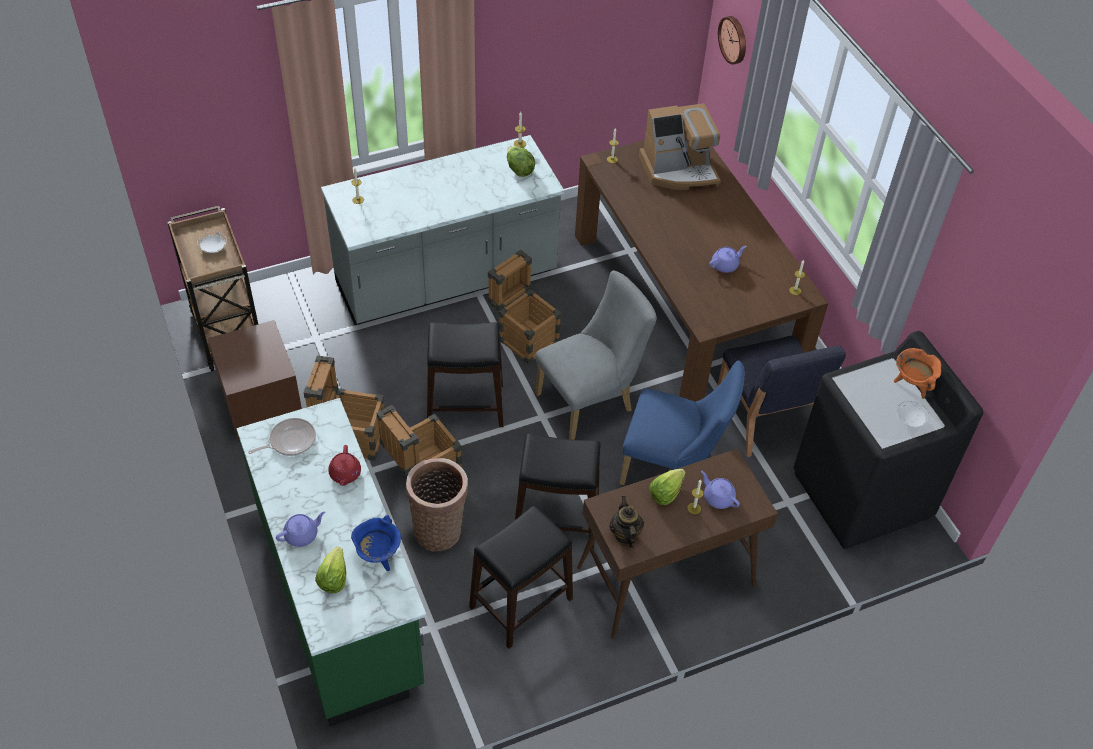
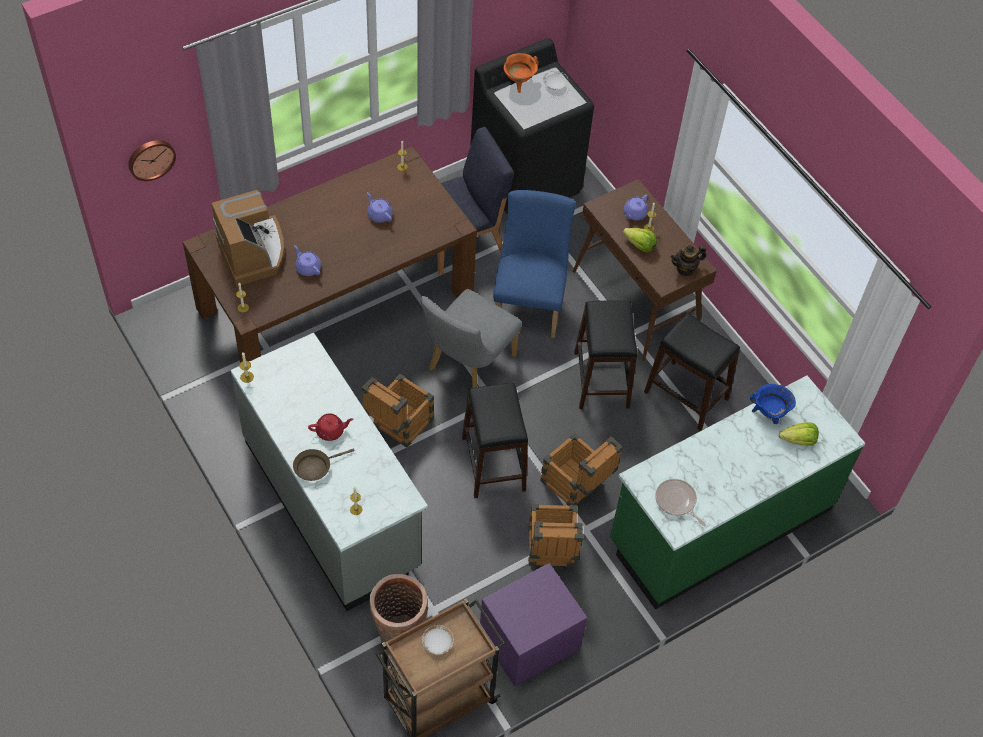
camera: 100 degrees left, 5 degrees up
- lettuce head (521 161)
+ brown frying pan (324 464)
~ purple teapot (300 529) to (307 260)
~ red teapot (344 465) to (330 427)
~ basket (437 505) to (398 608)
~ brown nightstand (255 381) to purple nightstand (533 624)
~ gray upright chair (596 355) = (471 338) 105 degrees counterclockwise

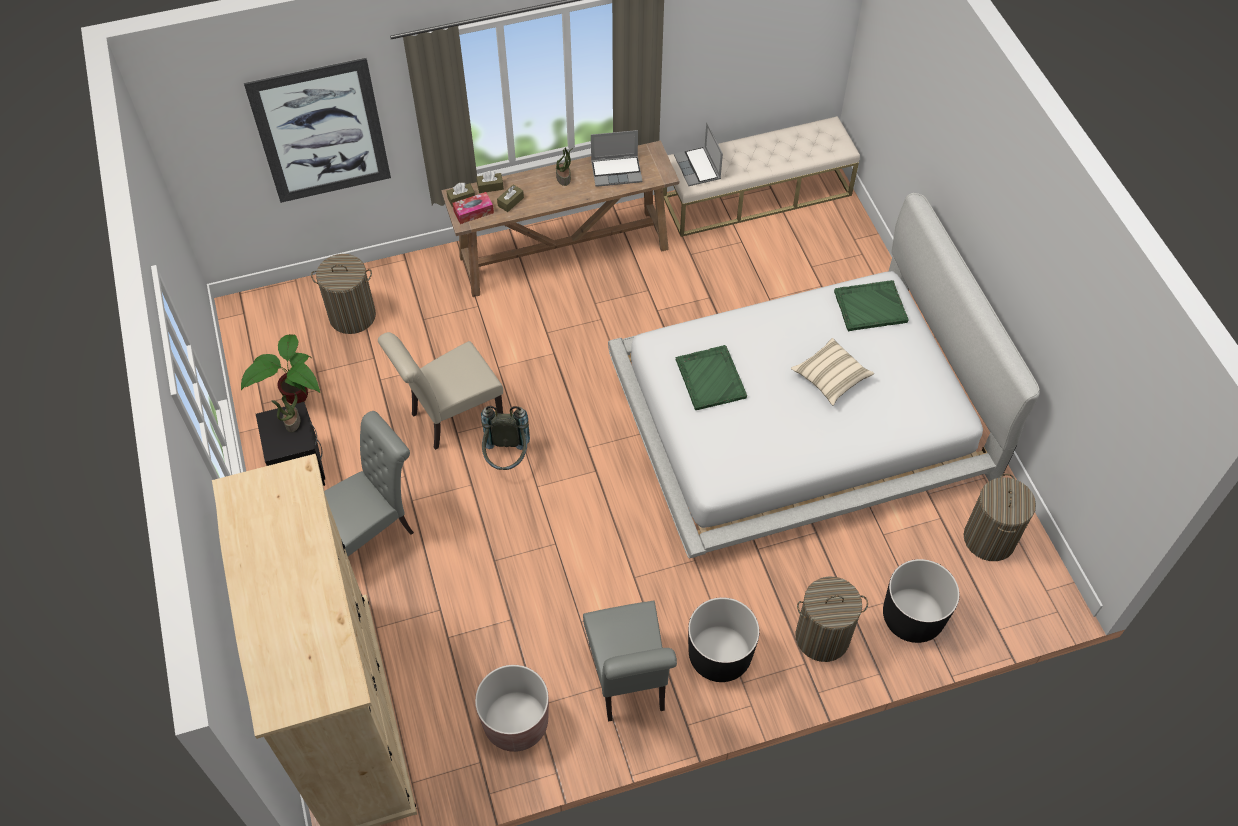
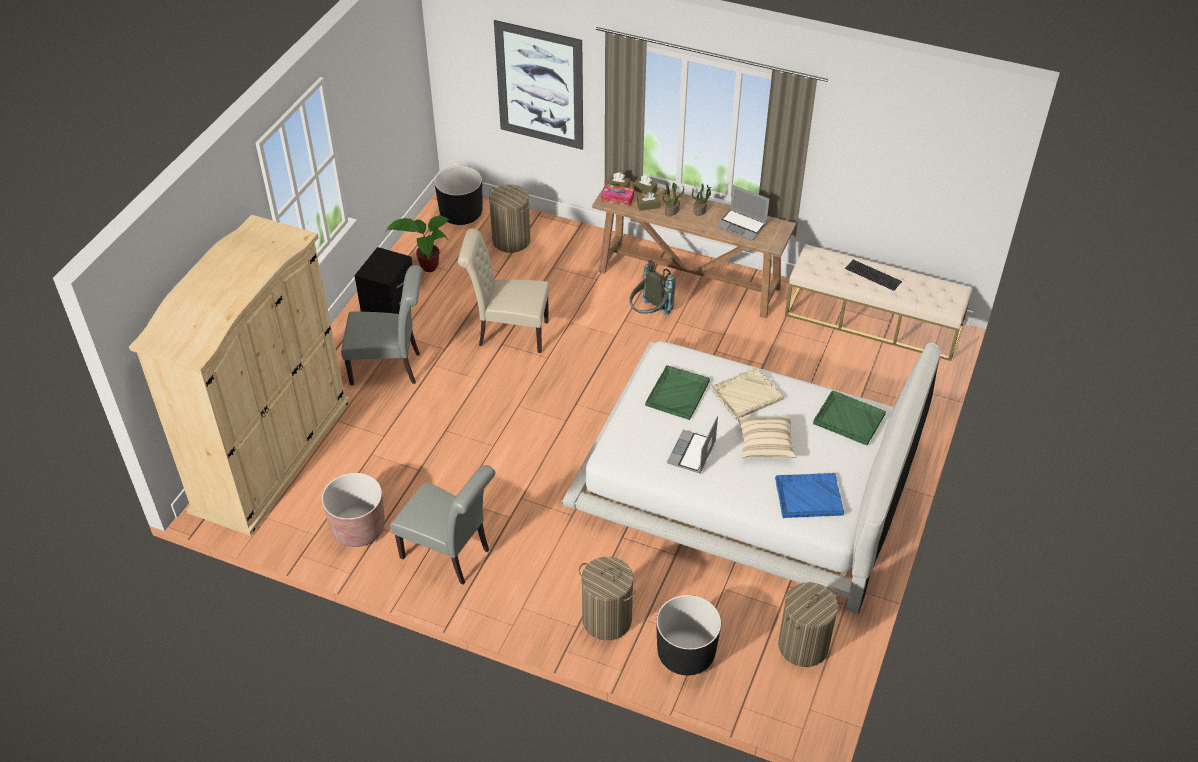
camera: 40 degrees right, 10 degrees down
+ beige-coloured carrying tray (747 393)
+ blue-coloured carrying tray (809 495)
+ PC keyboard (873 275)
~ potted plant (286 412) to (673 199)
~ gray rucksack (505 438) to (652 287)
~ portable computer (698 154) to (692 445)
~ black plant pot (723 639) to (458 195)
~ gray upright chair (630 661) = (442 525) 90 degrees counterclockwise

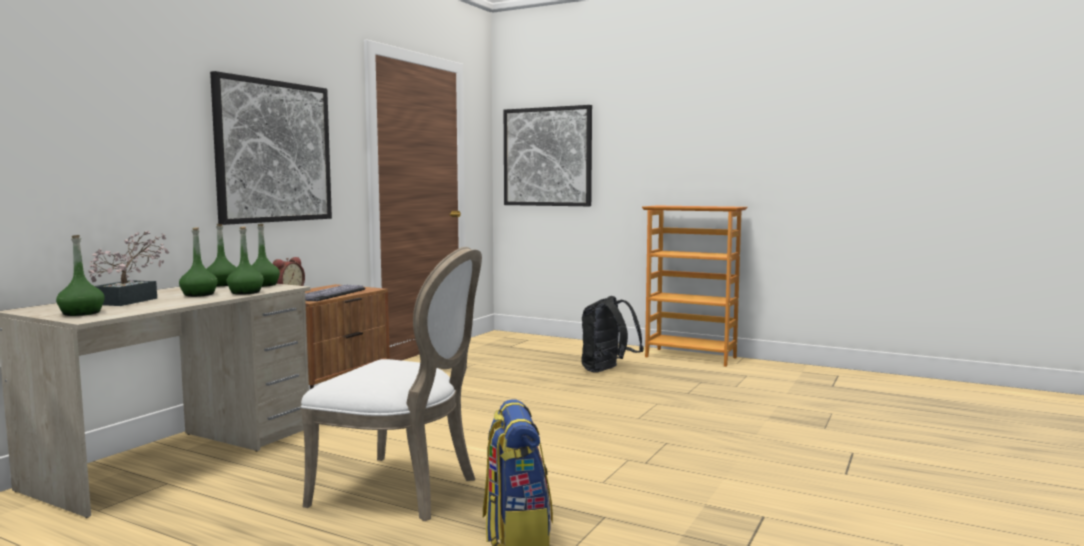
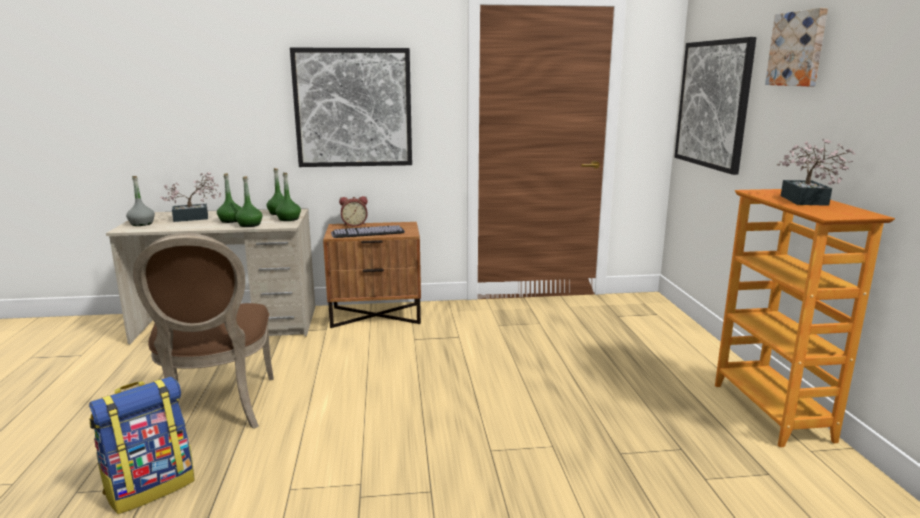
camera: 55 degrees right, 10 degrees up
- black rucksack (612 334)
+ wall picture (796 47)
+ potted plant (816 172)
~ green-coloured drink bottle (80 275) to gray drink bottle (140 201)
~ whitish upright chair (391 384) to brown upright chair (203 331)

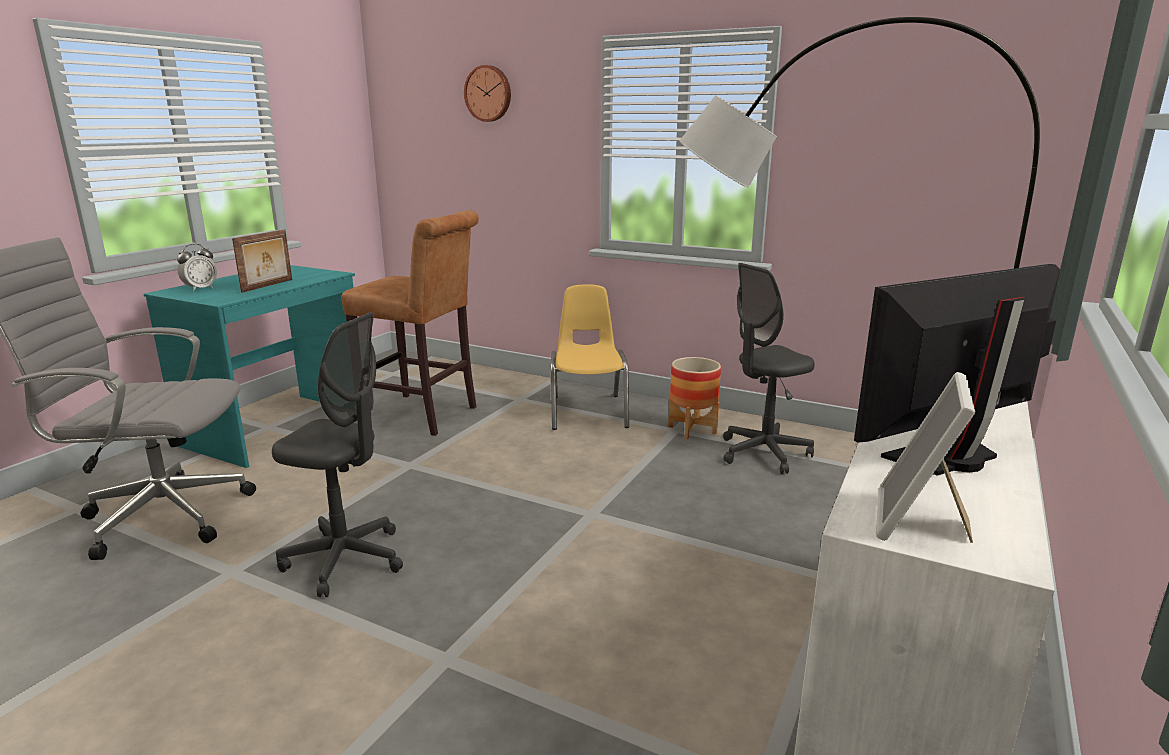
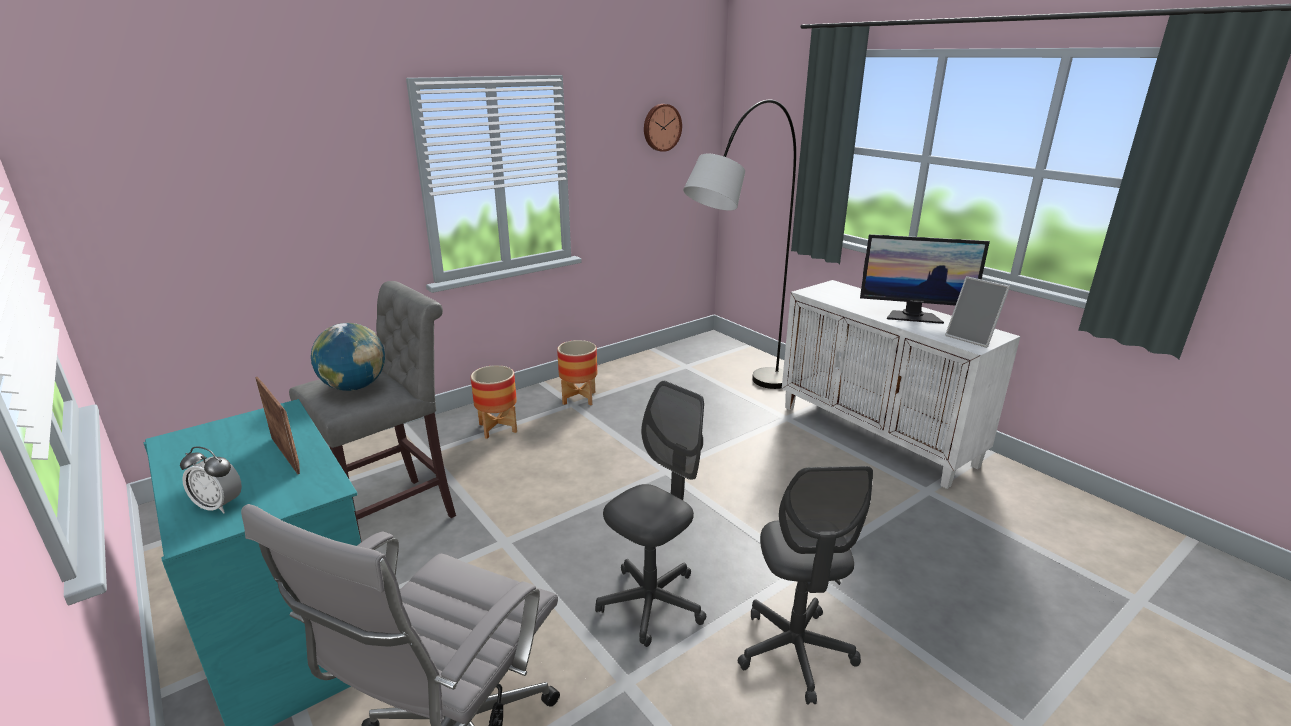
camera: 65 degrees left, 5 degrees up
+ globe (348 357)
~ clock on the wall (487 93) to (663 128)
~ gray desk chair (769 368) to (805 585)
~ yellow-coloured upright chair (590 357) to plant pot (494 402)
~ brown stool seat (410 323) to gray stool seat (372 411)
~ table clock (197 267) = (211 480) 135 degrees clockwise
~ computer screen (957 370) = (925 279) 75 degrees counterclockwise

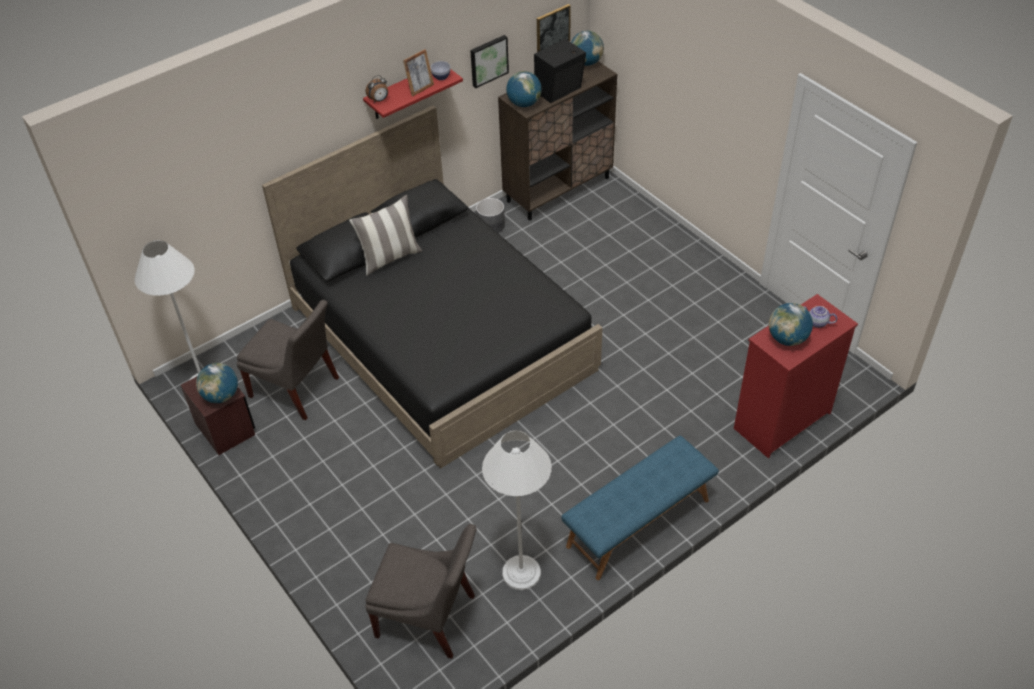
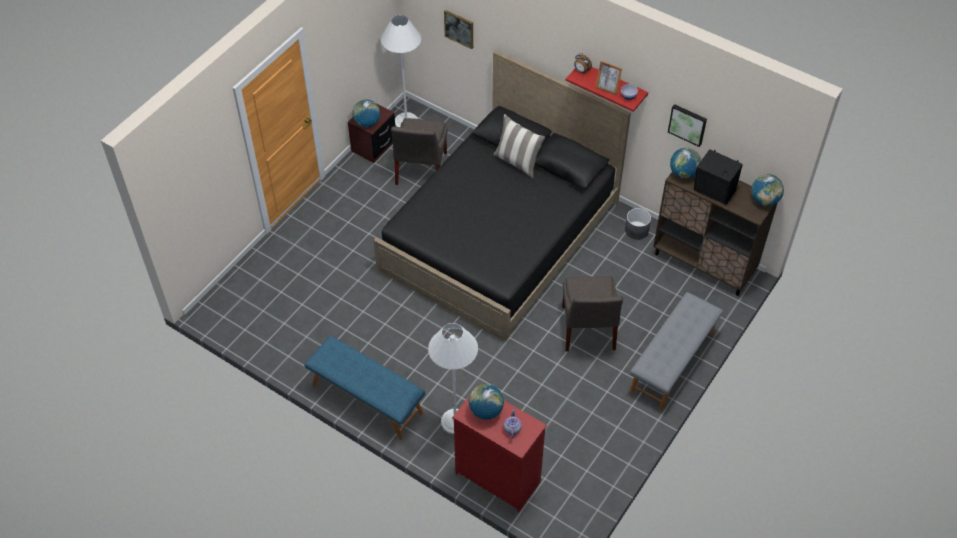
camera: 70 degrees right, 5 degrees up
+ gray indoor bench (676 351)
~ gray upright chair (421 591) to (592 314)
~ whitish standing lamp (517 510) to (453 378)
~ wall picture (554 28) to (458 29)

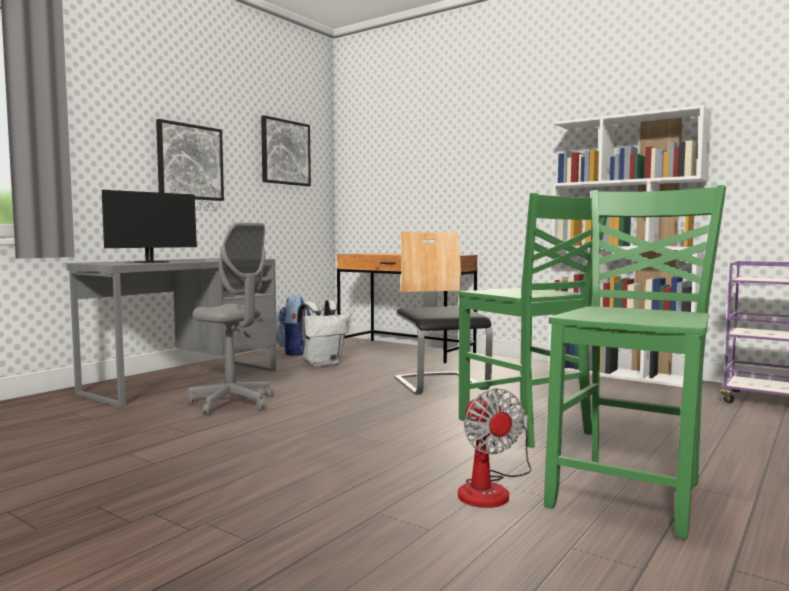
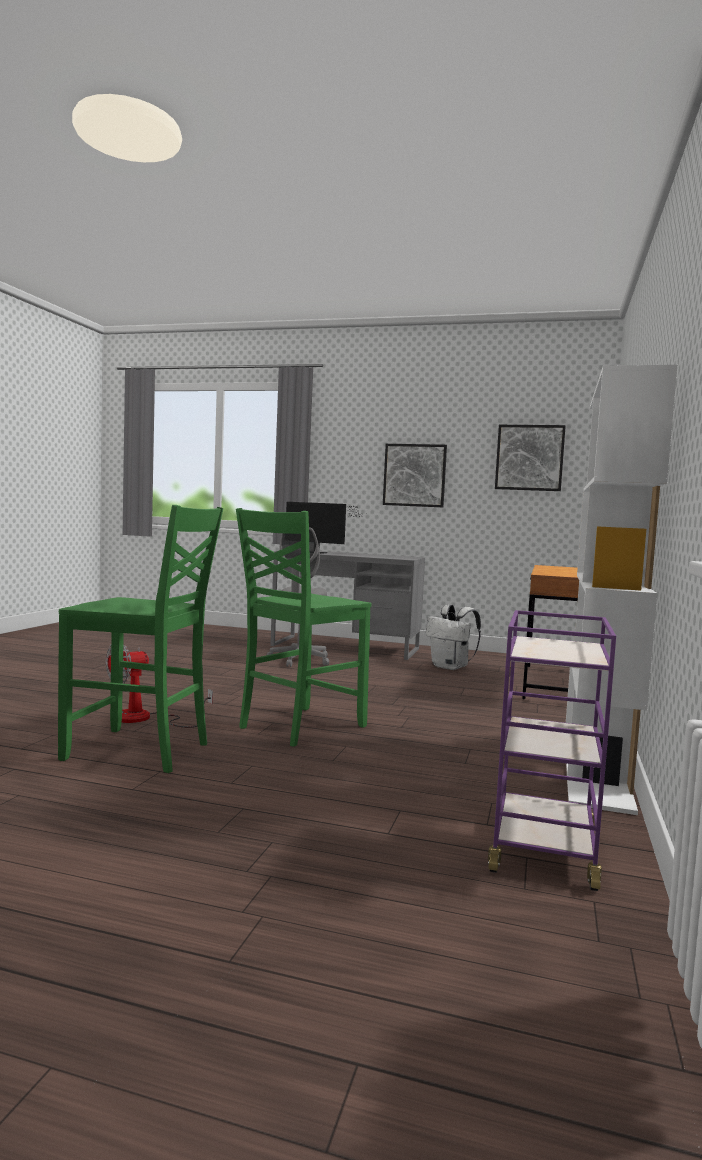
camera: 70 degrees right, 0 degrees up
- rucksack (293 325)
- upright chair (443 313)

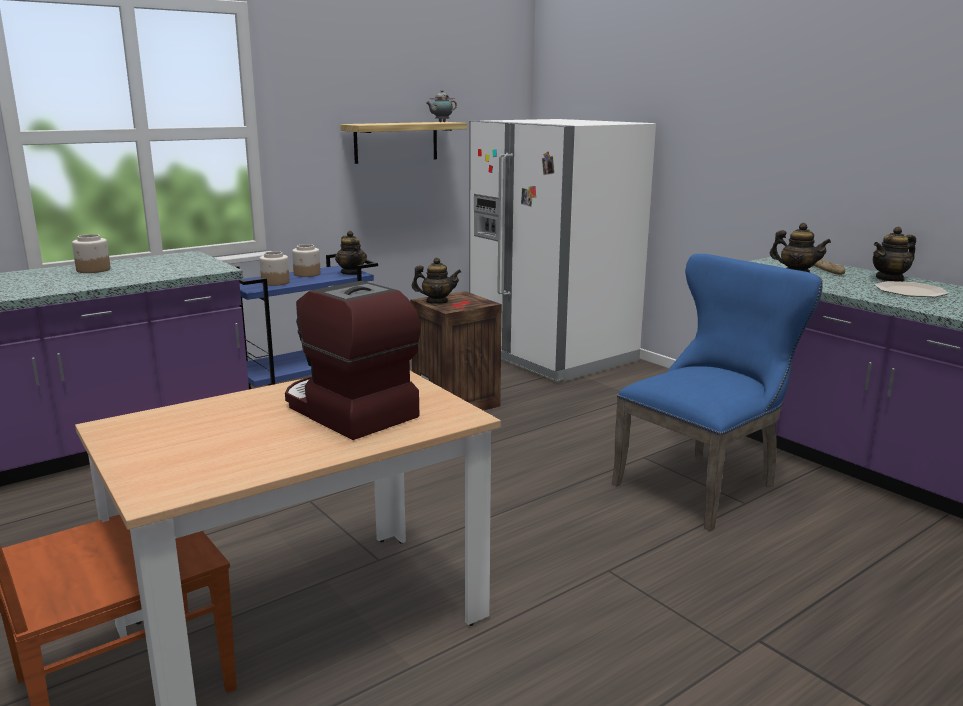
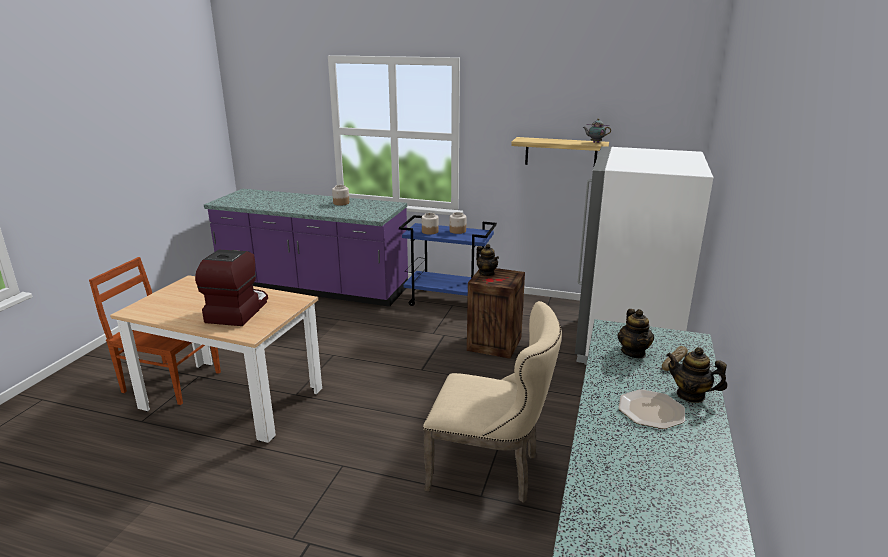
camera: 55 degrees right, 5 degrees up
- teapot (351 253)
~ blue-coloured upright chair (717 392) to beige-coloured upright chair (492 402)

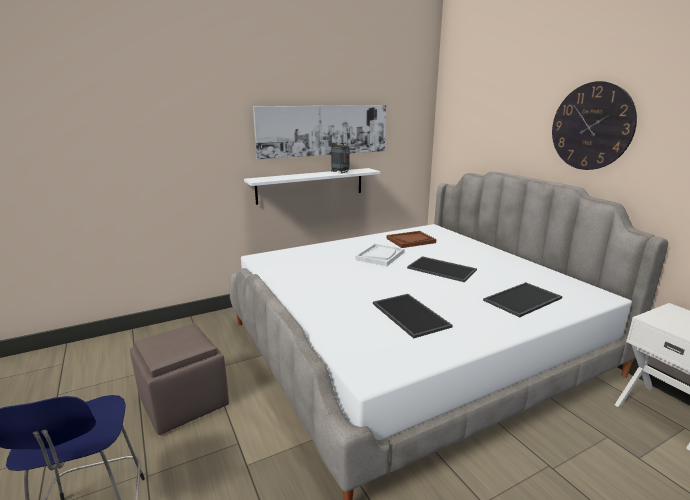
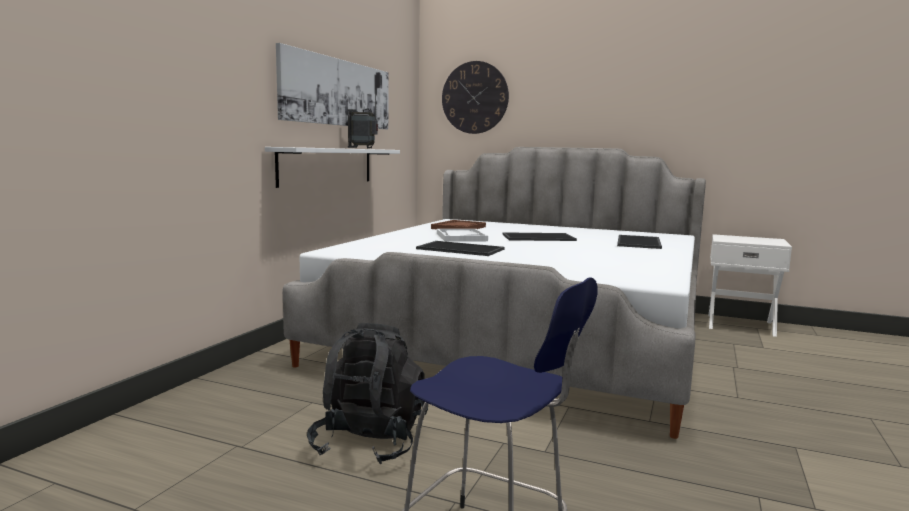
camera: 40 degrees left, 10 degrees down
~ carrying tray (413 316) to (460 248)
~ clock on the wall (594 125) to (475 97)
~ brown pouffe (179 379) to black rucksack (367 394)

